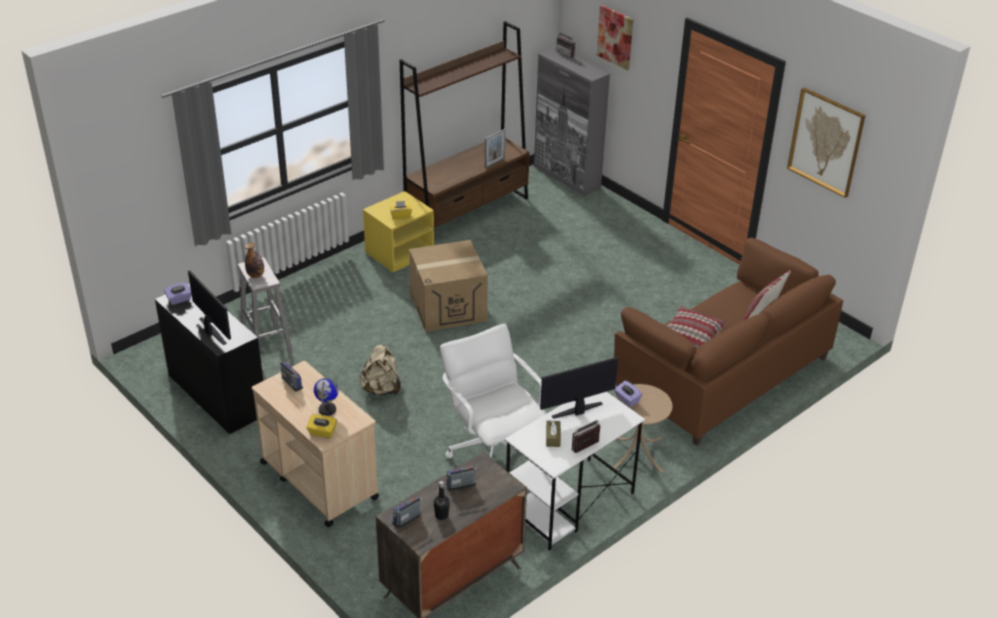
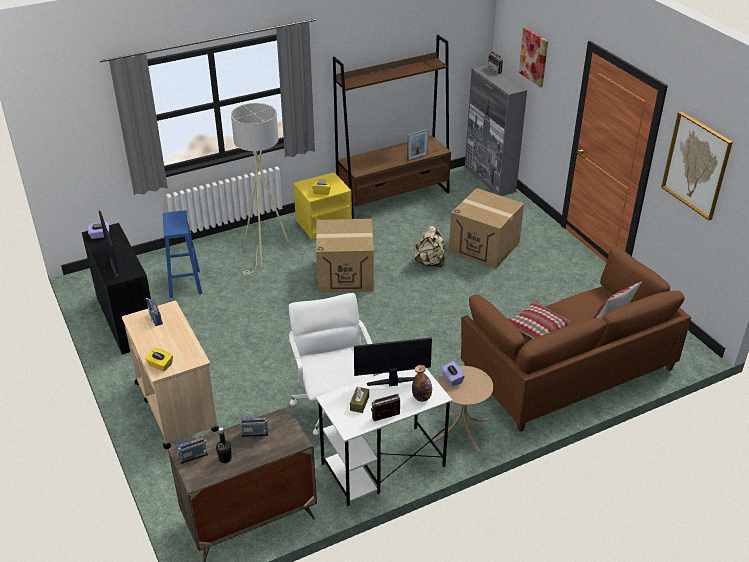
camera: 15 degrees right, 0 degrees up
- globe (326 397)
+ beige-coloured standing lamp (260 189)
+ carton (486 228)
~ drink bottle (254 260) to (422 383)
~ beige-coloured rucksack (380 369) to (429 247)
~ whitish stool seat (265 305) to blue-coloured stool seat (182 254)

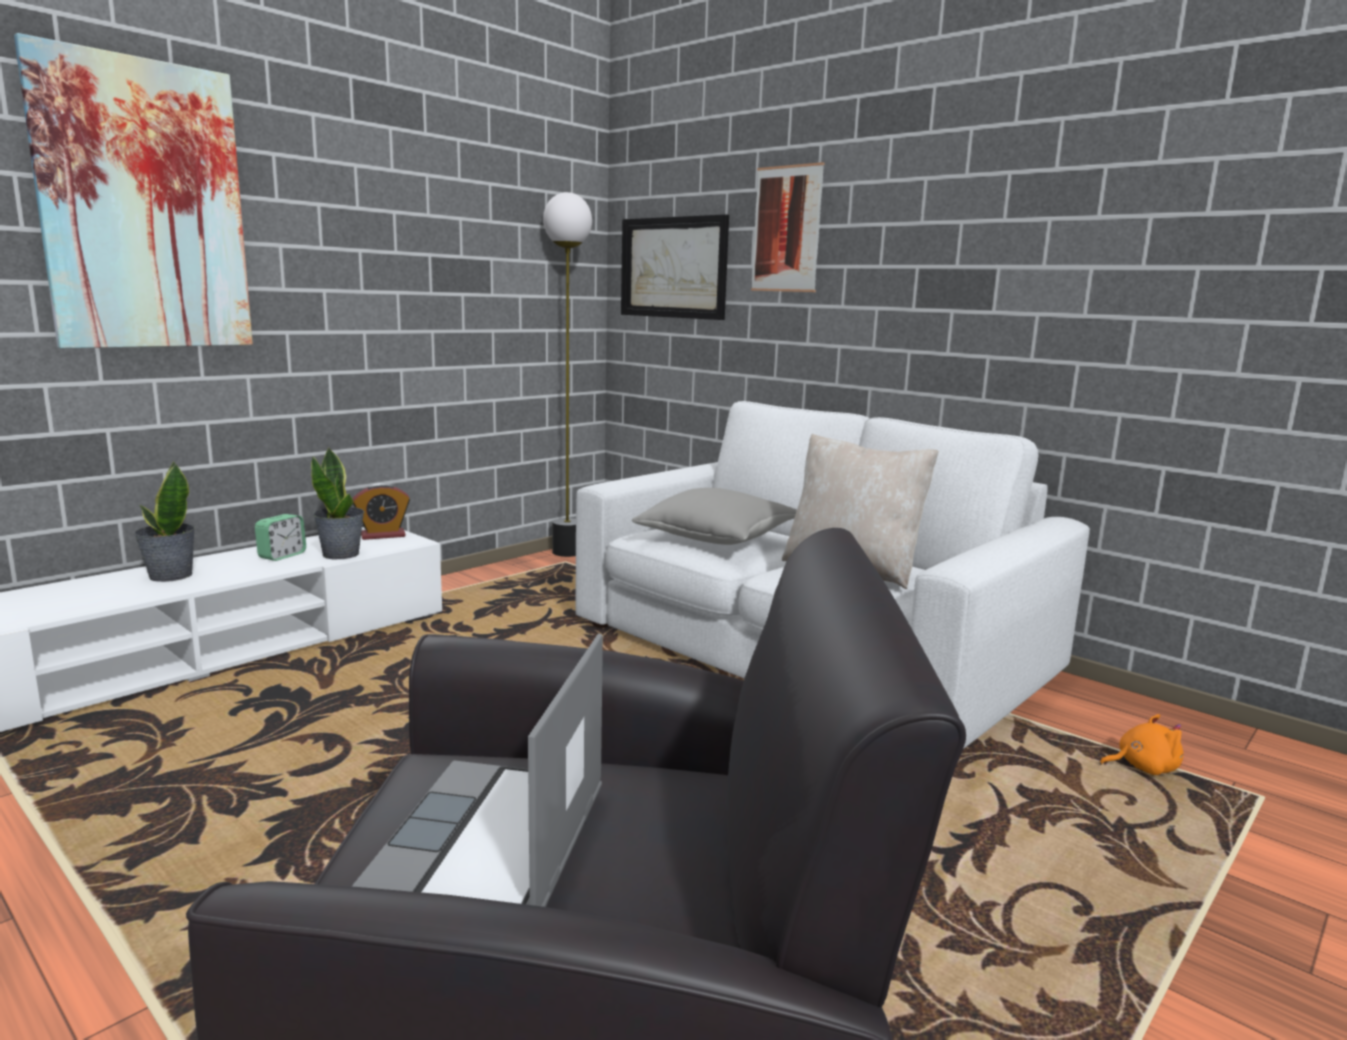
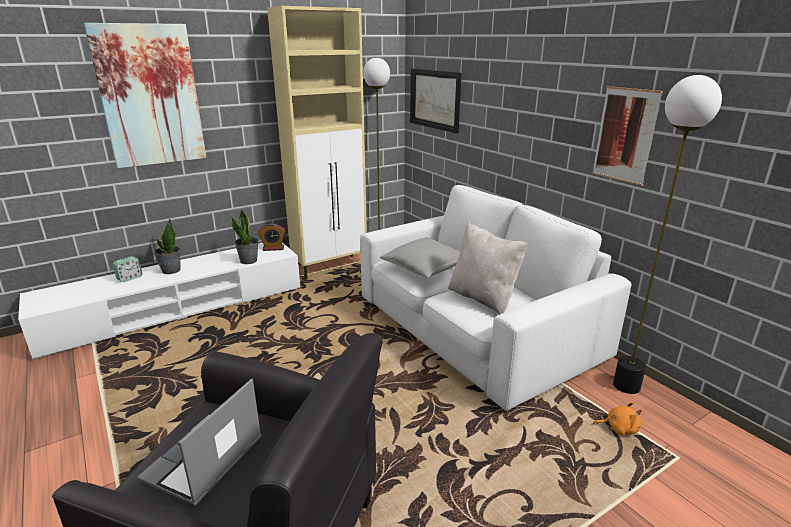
camera: 15 degrees right, 10 degrees up
+ beige-coloured cabinet (317 142)
+ standing lamp (667 234)
~ table clock (280 537) to (128 269)
~ wall picture (787 227) to (627 136)

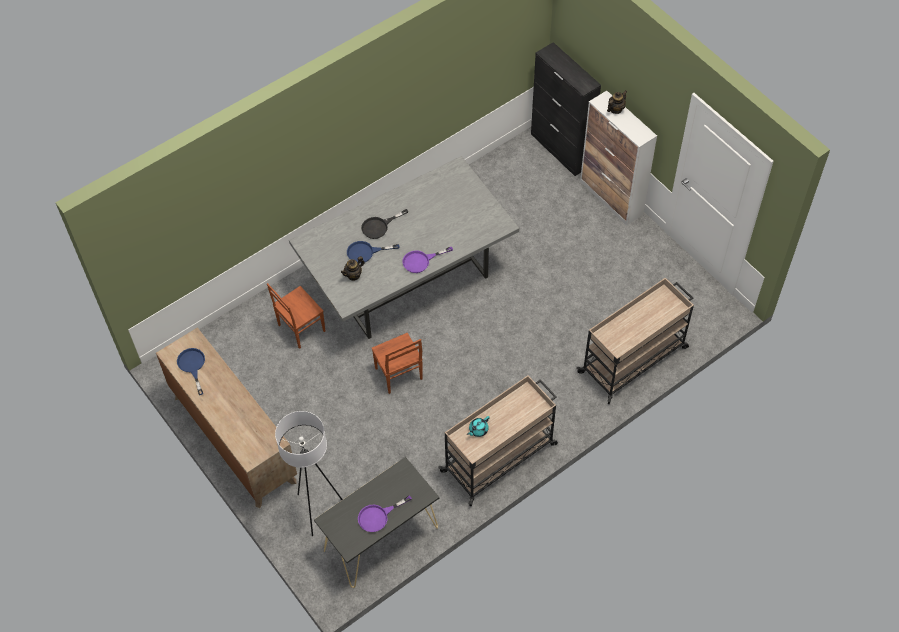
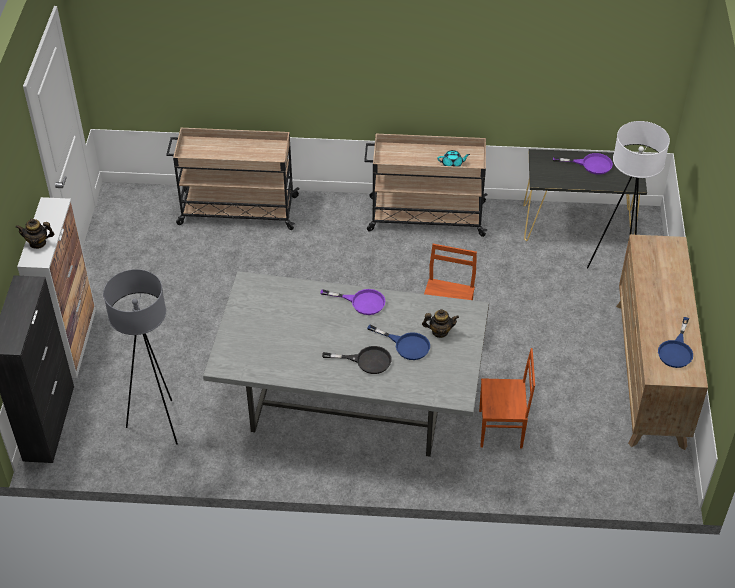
camera: 140 degrees left, 10 degrees down
+ gray standing lamp (140 357)

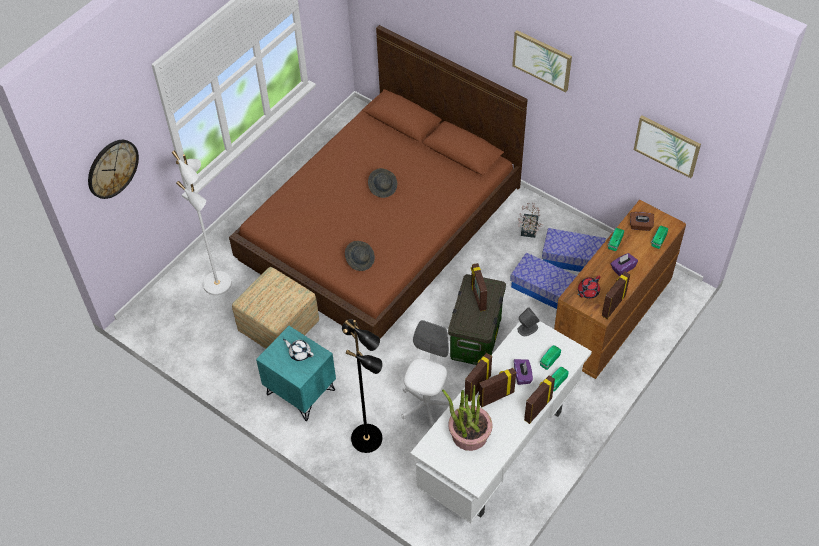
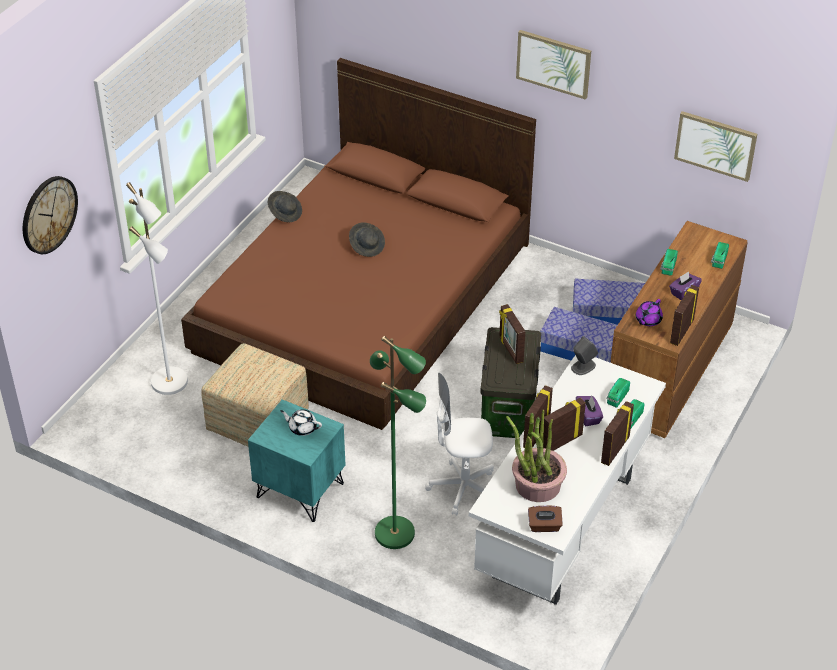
camera: 10 degrees left, 10 degrees down
- potted plant (531 220)
~ gray hat (360 256) to (285 206)
~ brown box of tissues (642 221) to (545 518)
~ black standing lamp (362 386) to green-coloured standing lamp (398 442)
~ red teapot (589 287) to purple teapot (649 312)
~ whitish desk chair (427 373) = (459 444) 105 degrees counterclockwise

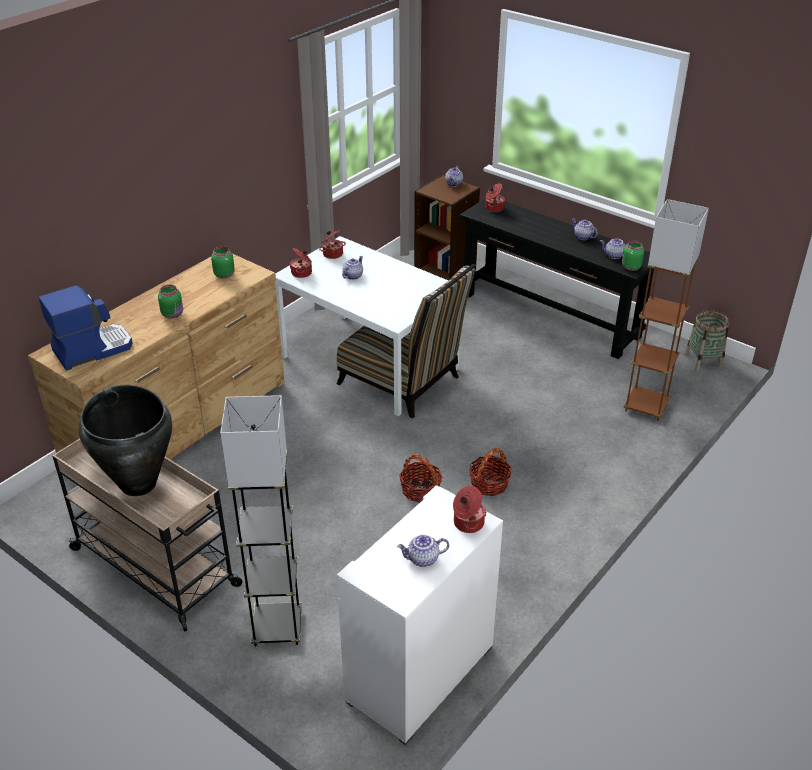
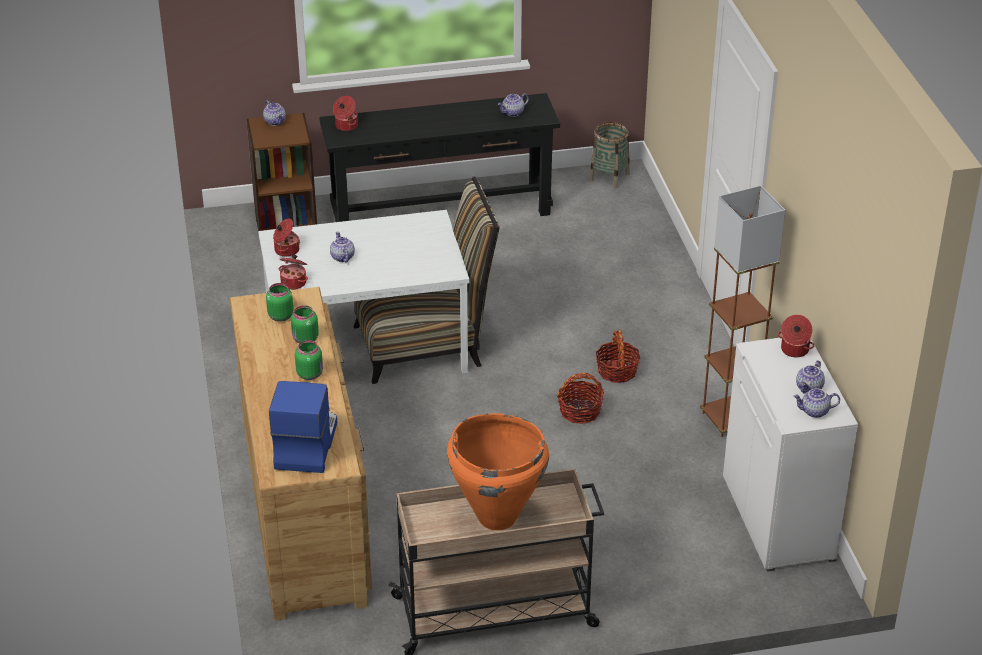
camera: 50 degrees left, 0 degrees up
- gray standing lamp (261 521)
~ teapot (585 229) to (816 403)
~ green-coloured storage jar (633 256) to (305 324)
~ brown standing lamp (666 310) to (742 311)
~ black flower vase (125 440) to orange flower vase (498 472)

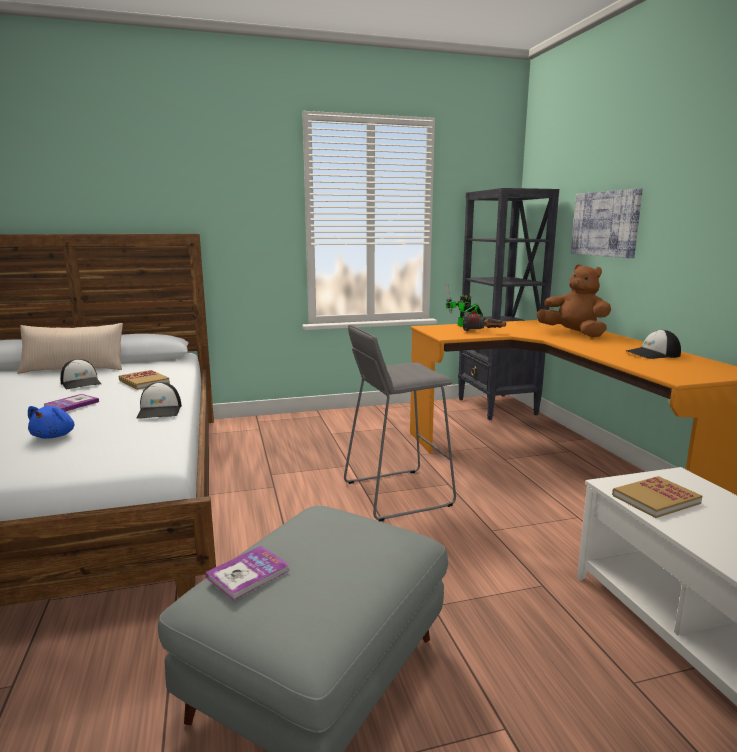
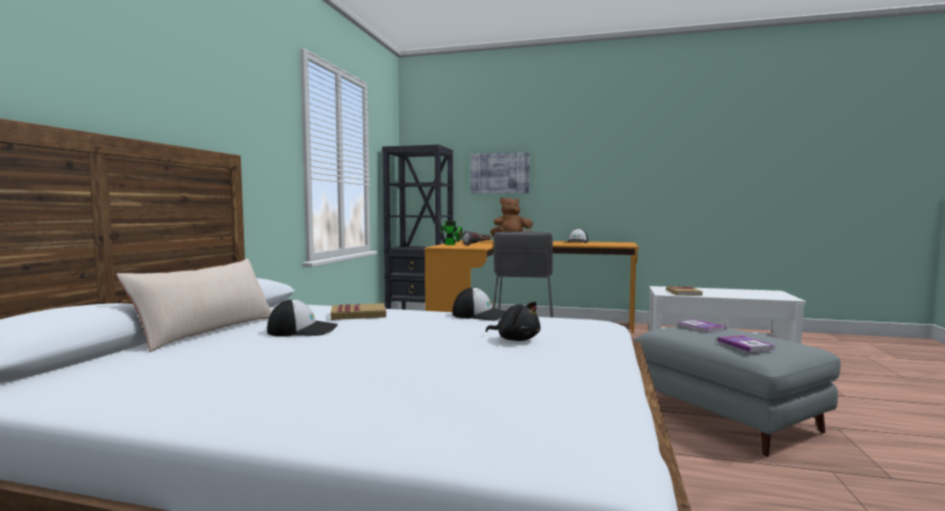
camera: 60 degrees left, 10 degrees down
~ bound book (71 403) to (701 326)
~ blue-coloured soft toy (51 422) to black soft toy (513 321)

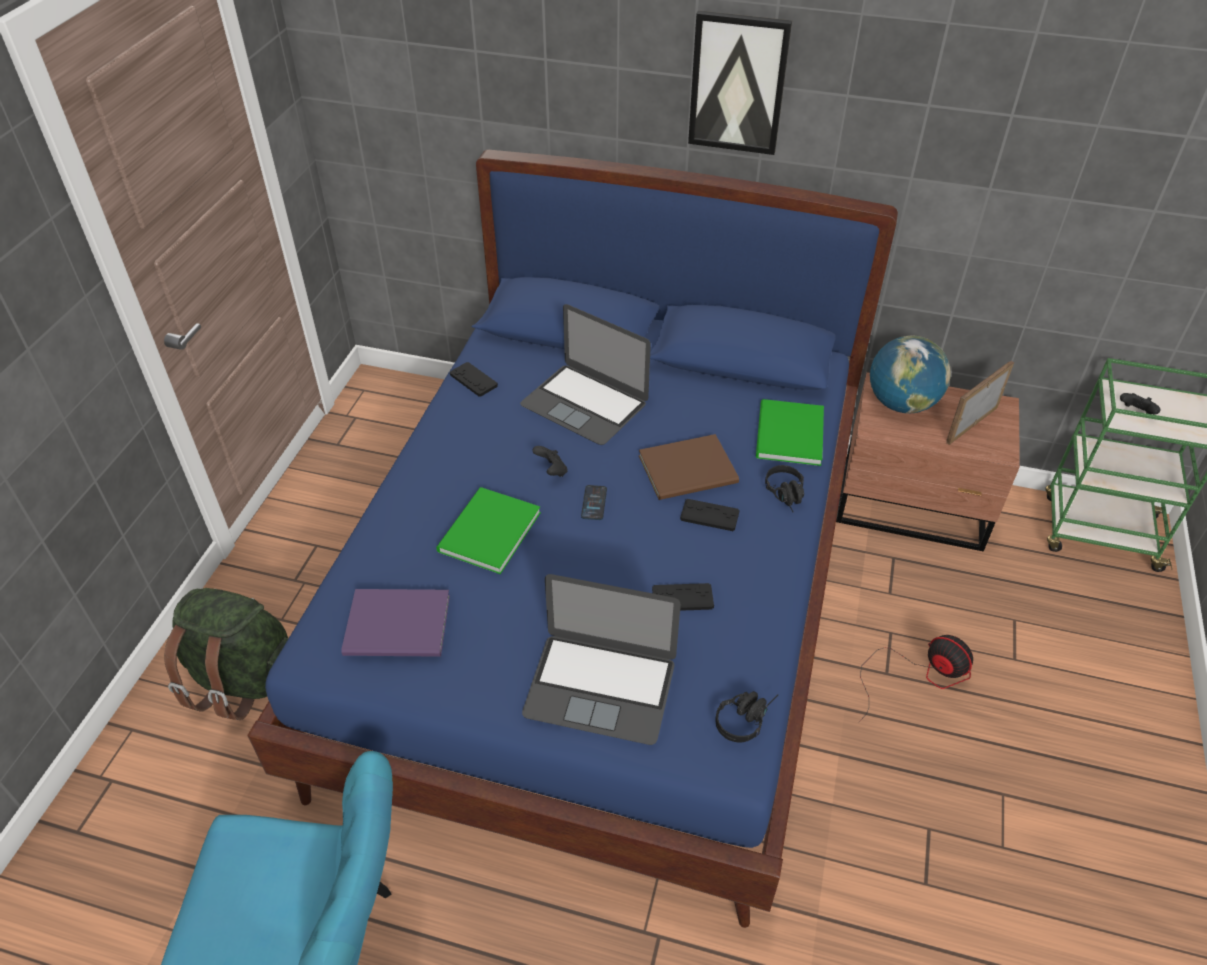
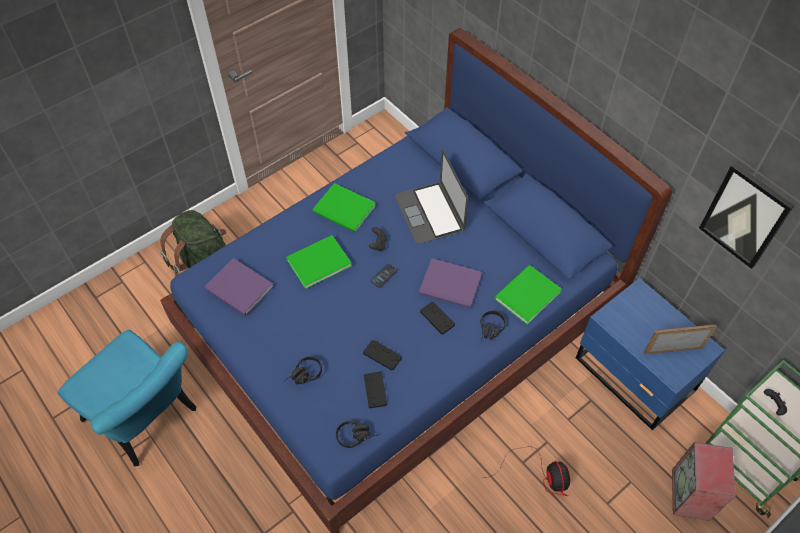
camera: 35 degrees right, 10 degrees up
- globe (910 374)
+ green-coloured bound book (344 207)
+ loudspeaker (704 481)
~ black joypad (474 379) to (375 390)
~ wall picture (740 82) to (747 216)
~ portable computer (601 659) to black headset (302 370)
~ brown bound book (689 467) to purple bound book (450 283)
~ brown nightstand (928 462) to blue-coloured nightstand (650 354)

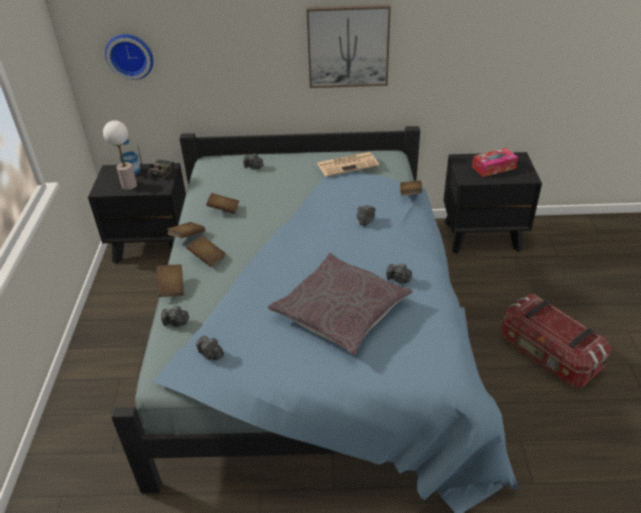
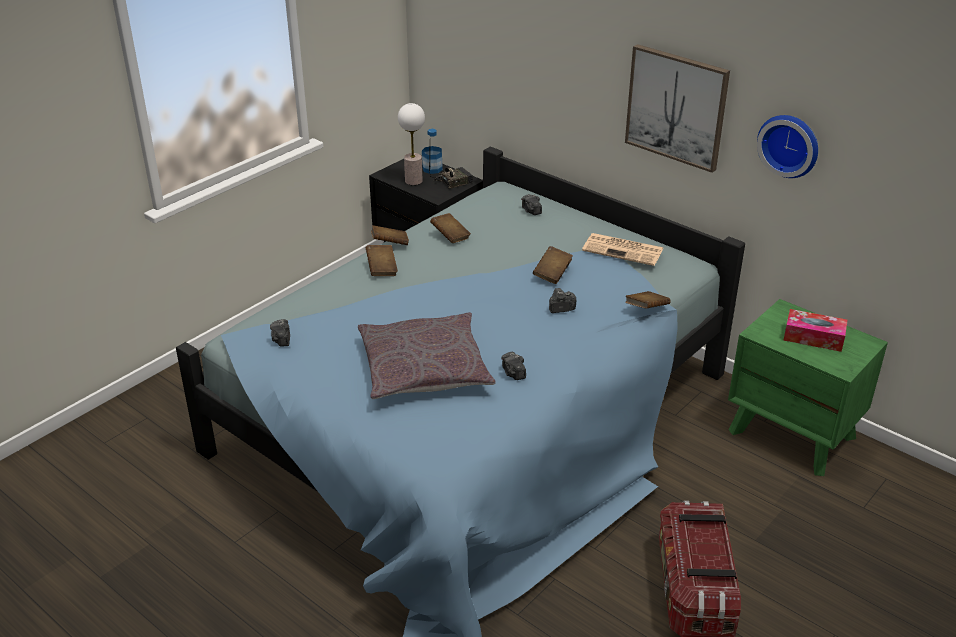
camera: 40 degrees right, 5 degrees down
- photo camera (175 316)
~ clock on the wall (129 57) to (787 146)
~ brown bound book (170 280) to (553 265)
~ black nightstand (492 203) to green-coloured nightstand (808 387)

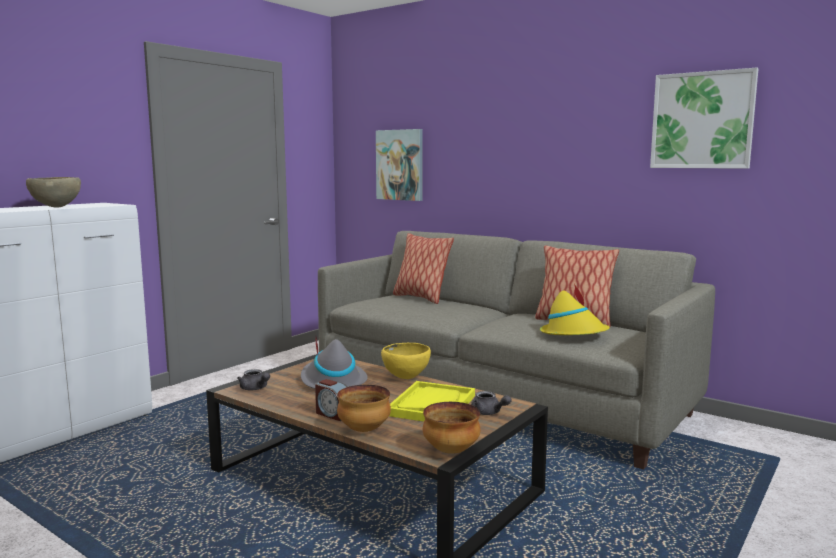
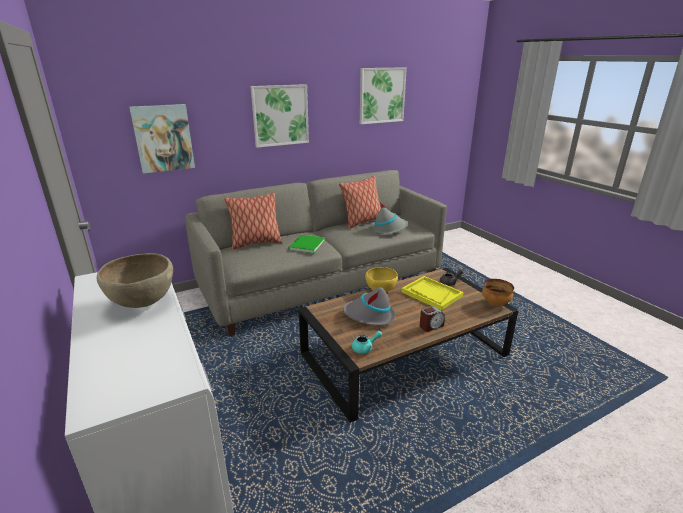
camera: 65 degrees left, 15 degrees up
- bowl (364 408)
+ wall picture (280 116)
+ green-coloured bound book (306 244)
~ gray teapot (253 379) to turquoise-coloured teapot (367 342)
~ yellow-coloured hat (575 309) to gray hat (389 218)

